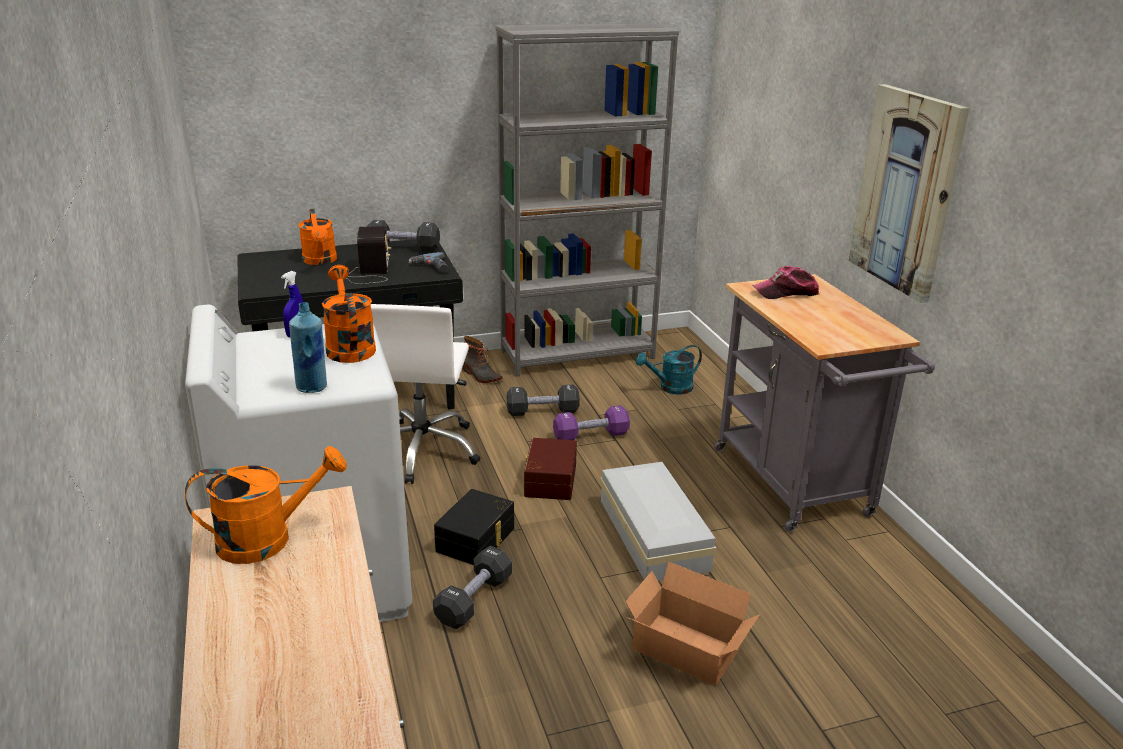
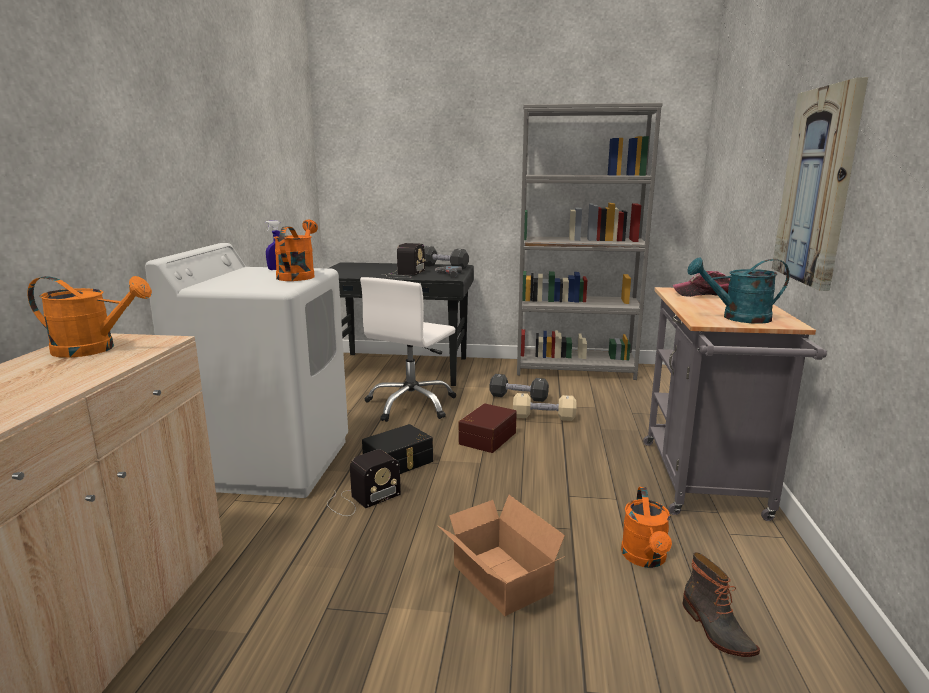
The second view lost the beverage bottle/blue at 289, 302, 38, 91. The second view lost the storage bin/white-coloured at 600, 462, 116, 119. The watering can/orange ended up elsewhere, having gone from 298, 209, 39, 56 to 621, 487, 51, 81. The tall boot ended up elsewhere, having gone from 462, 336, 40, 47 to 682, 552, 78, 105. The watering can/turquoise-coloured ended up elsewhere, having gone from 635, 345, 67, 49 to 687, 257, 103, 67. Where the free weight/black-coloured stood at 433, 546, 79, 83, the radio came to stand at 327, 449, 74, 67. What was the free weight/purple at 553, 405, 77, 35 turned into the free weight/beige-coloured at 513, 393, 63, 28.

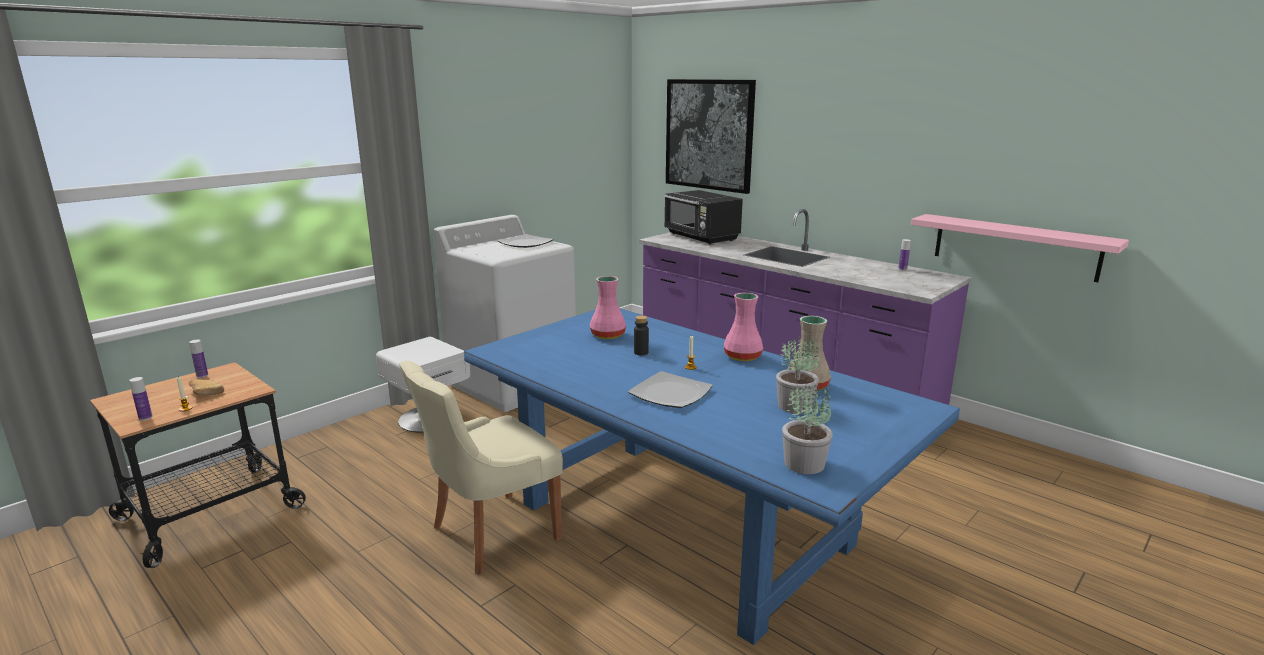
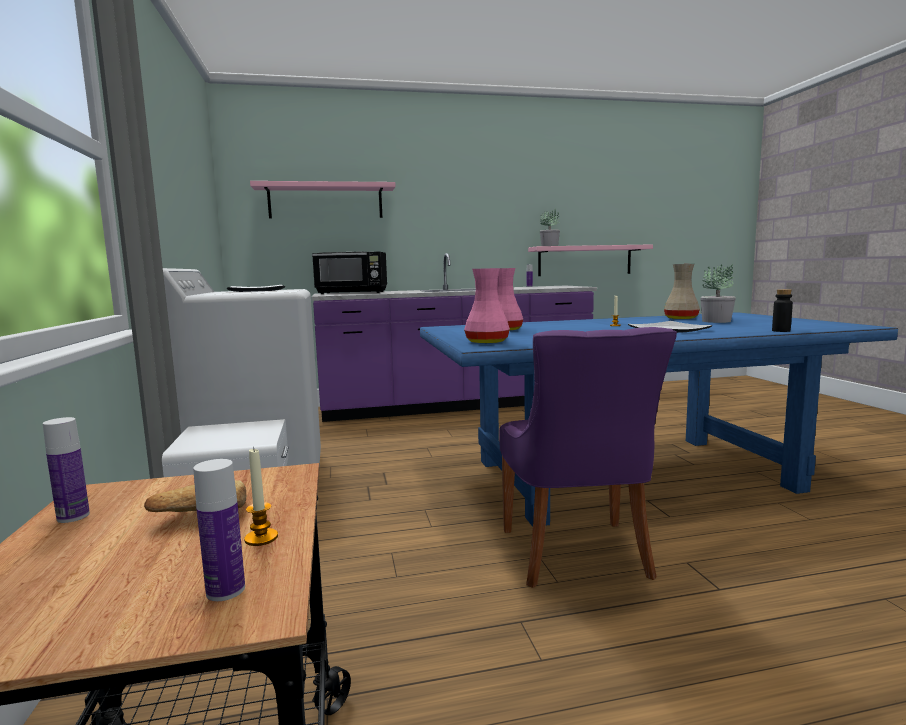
The beverage bottle/black-coloured ended up elsewhere, having gone from 634, 316, 15, 39 to 772, 289, 21, 43. The vase/pink ended up elsewhere, having gone from 724, 293, 39, 68 to 464, 268, 46, 76. The plant in a pot ended up elsewhere, having gone from 782, 385, 51, 89 to 540, 208, 20, 38. Where the picture hung at 666, 79, 90, 115, the wall shelf/pink came to hang at 250, 181, 146, 37. What was the plain chair/beige-coloured at 399, 361, 164, 213 turned into the plain chair/purple at 499, 327, 178, 261.

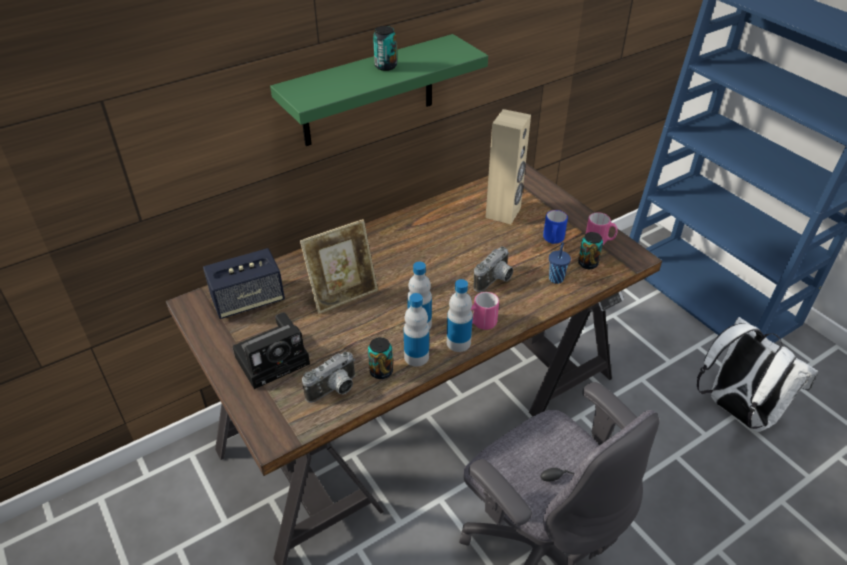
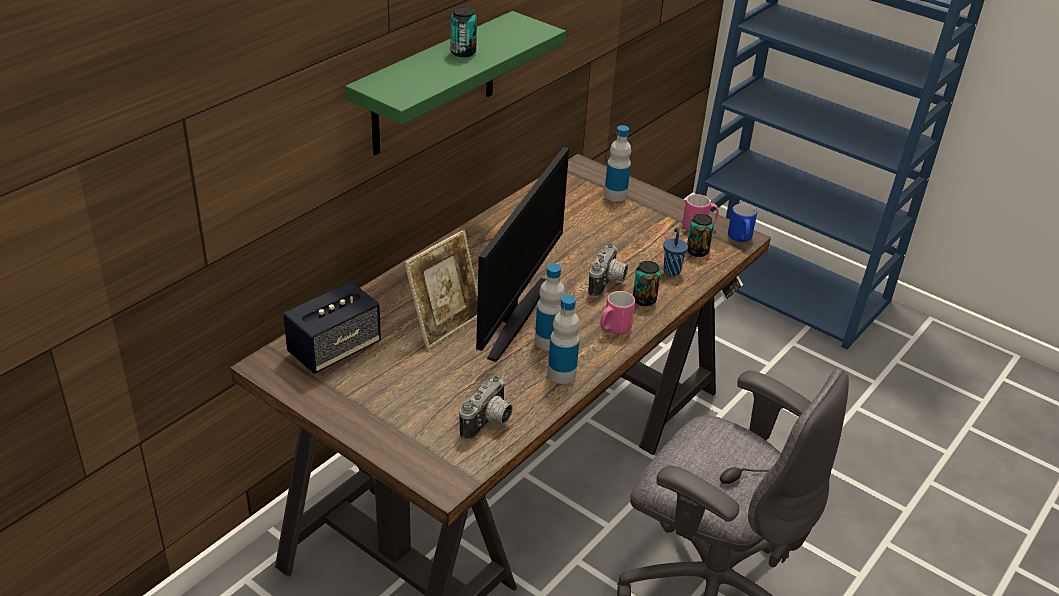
The second view lost the photo camera at 232, 312, 78, 77. The second view lost the audio speaker/beige-coloured at 486, 109, 45, 115. The second view lost the rucksack/white-coloured at 697, 317, 121, 115. The second view gained the computer display at 476, 147, 93, 215. The metal can ended up elsewhere, having gone from 368, 337, 25, 42 to 633, 261, 28, 45. The beverage bottle ended up elsewhere, having gone from 447, 279, 26, 73 to 604, 125, 27, 77. The tea mug/blue ended up elsewhere, having gone from 543, 210, 25, 34 to 728, 203, 29, 39.

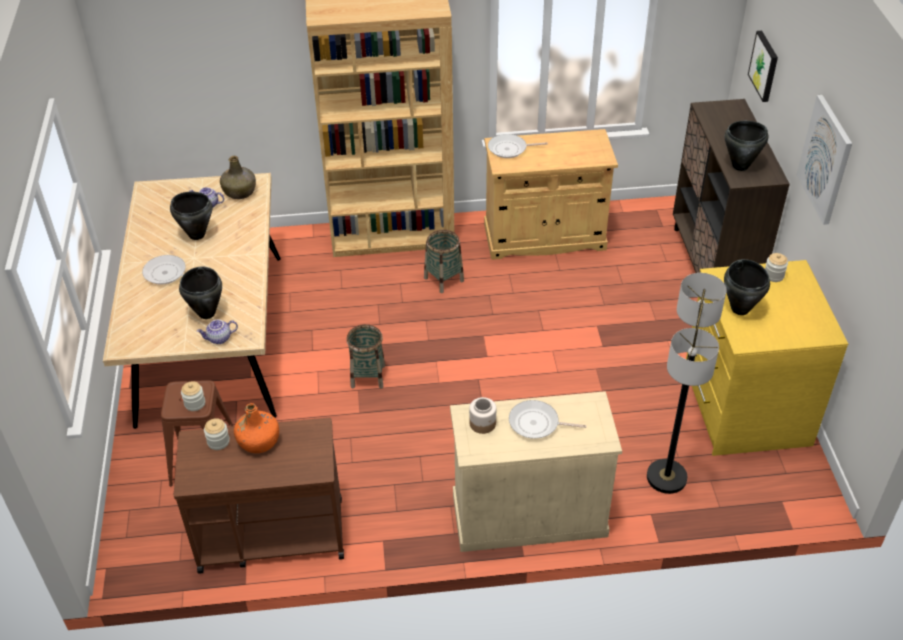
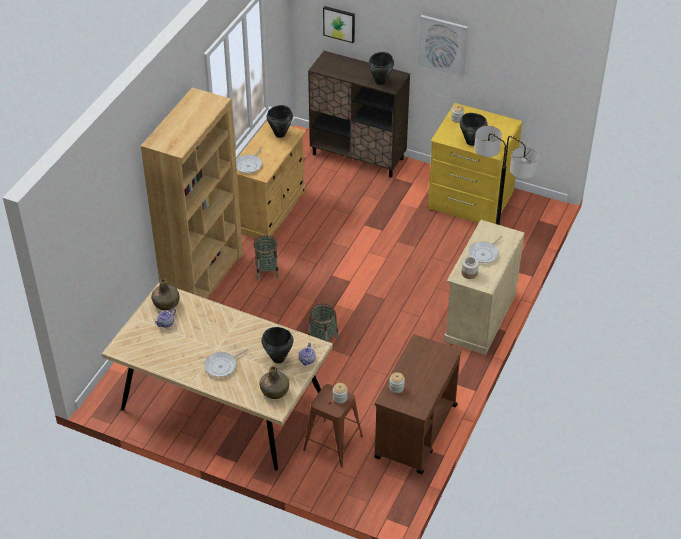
The second view lost the beverage bottle/orange at 234, 403, 45, 50. The second view gained the beverage bottle/green-coloured at 259, 366, 30, 33. The saucepot/black-coloured ended up elsewhere, having gone from 170, 192, 42, 48 to 267, 105, 26, 33.

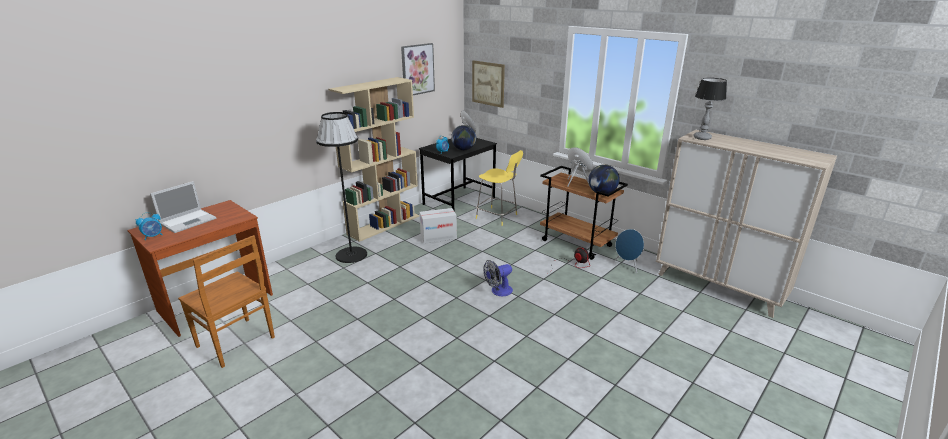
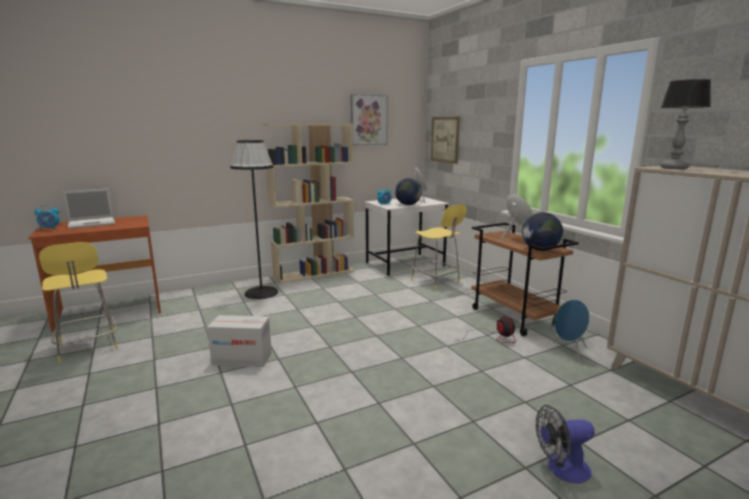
The packing box ended up elsewhere, having gone from 419, 208, 38, 35 to 207, 315, 65, 52. The cooling fan ended up elsewhere, having gone from 483, 260, 30, 36 to 536, 405, 59, 78. Where the plain chair/brown-coloured stood at 178, 235, 97, 133, the stool seat/yellow came to stand at 39, 242, 79, 121. What was the desk table/black-coloured at 419, 138, 78, 72 turned into the desk table/white-coloured at 364, 196, 85, 80.

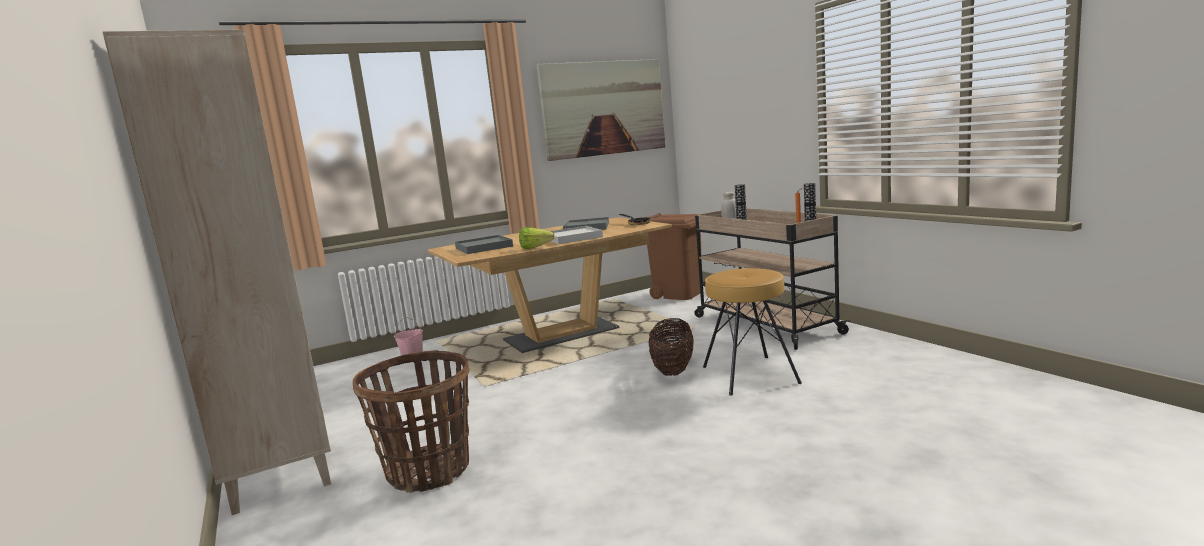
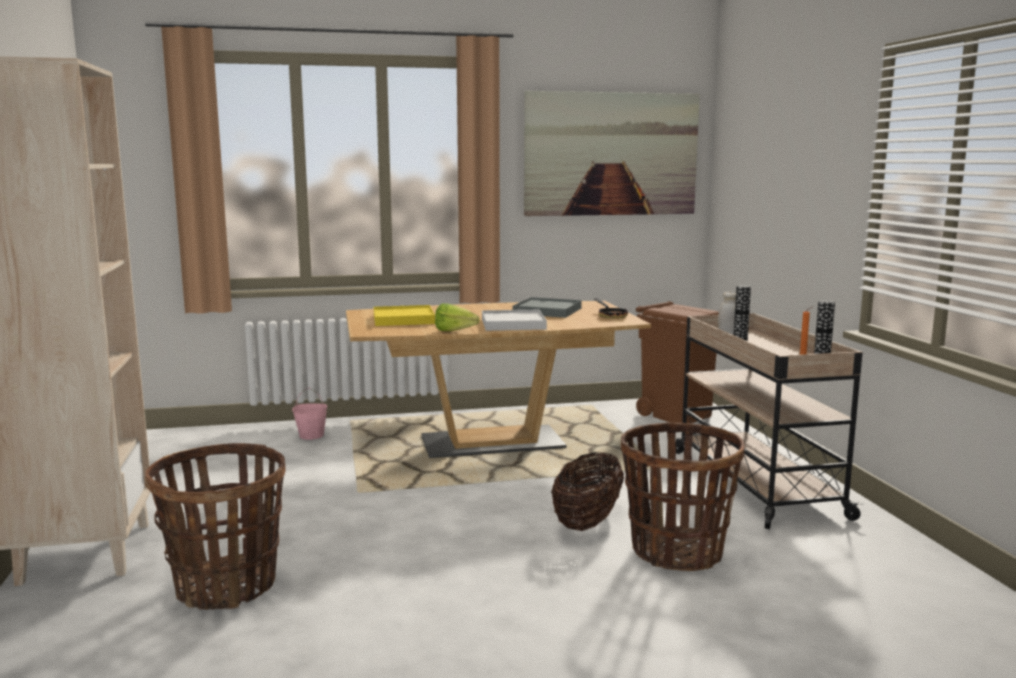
Where the stool seat/brown-coloured stood at 703, 268, 99, 128, the storage basket came to stand at 621, 422, 124, 149. What was the serving tray/gray at 455, 235, 58, 19 turned into the serving tray/yellow at 374, 305, 61, 21.

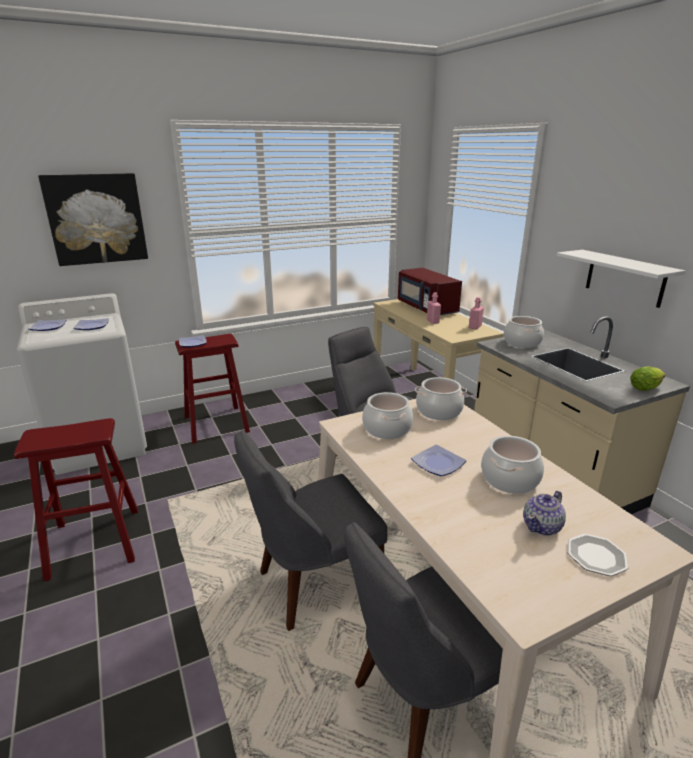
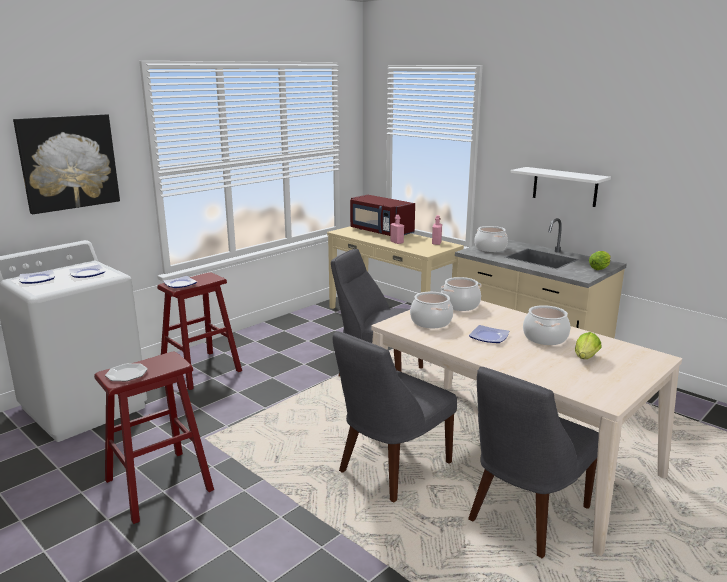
The plate ended up elsewhere, having gone from 568, 534, 60, 42 to 105, 363, 43, 18. Where the tea pot stood at 523, 491, 43, 45, the lettuce came to stand at 575, 332, 27, 27.

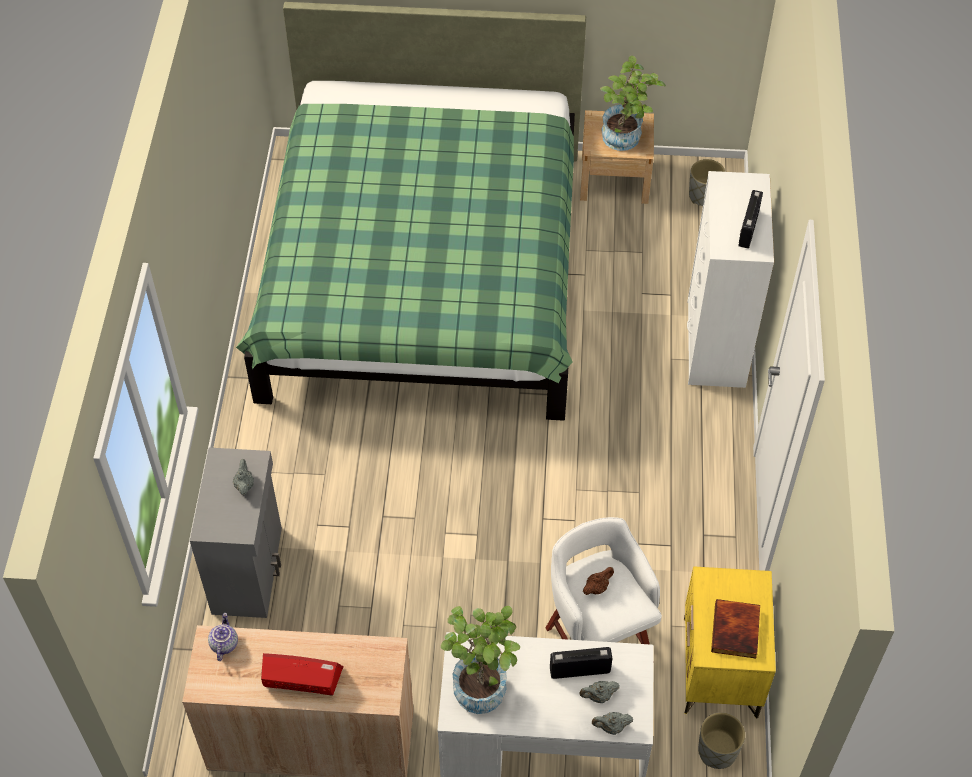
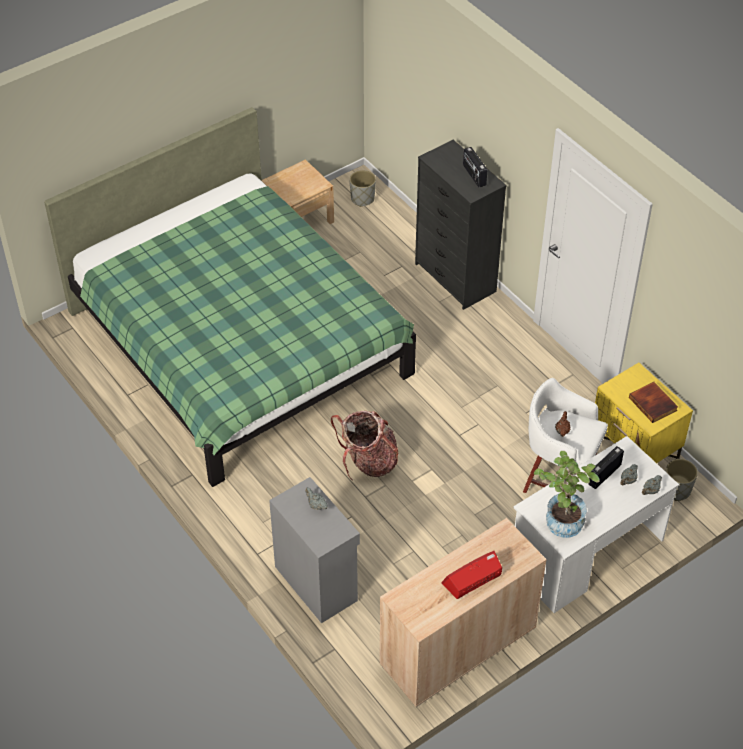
The second view lost the tea pot at 208, 613, 30, 48. The second view lost the plant in a pot at 600, 56, 66, 95. The second view gained the rucksack at 331, 411, 68, 70. What was the drawer chest/white-coloured at 687, 171, 87, 217 turned into the drawer chest/black-coloured at 415, 140, 92, 170.

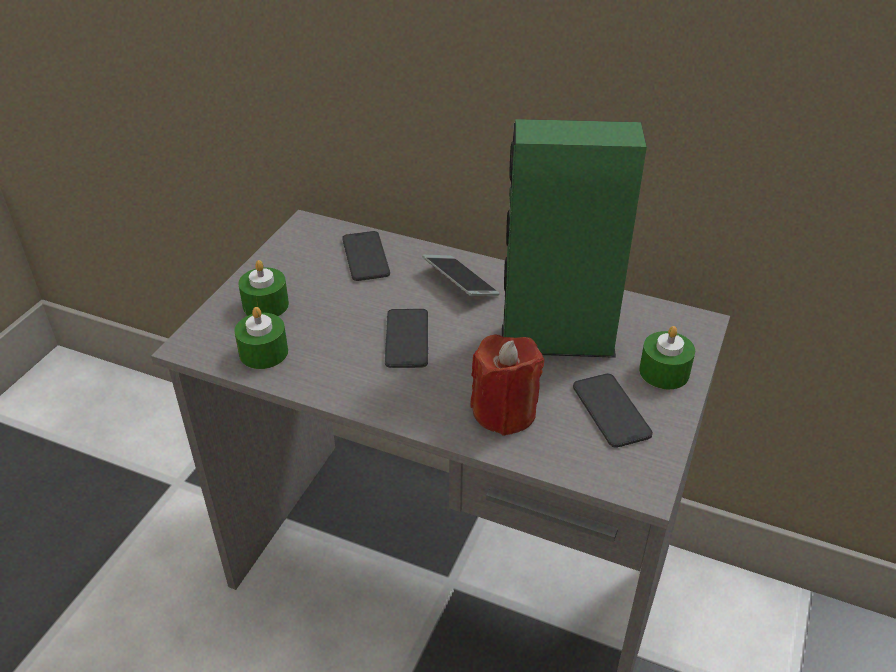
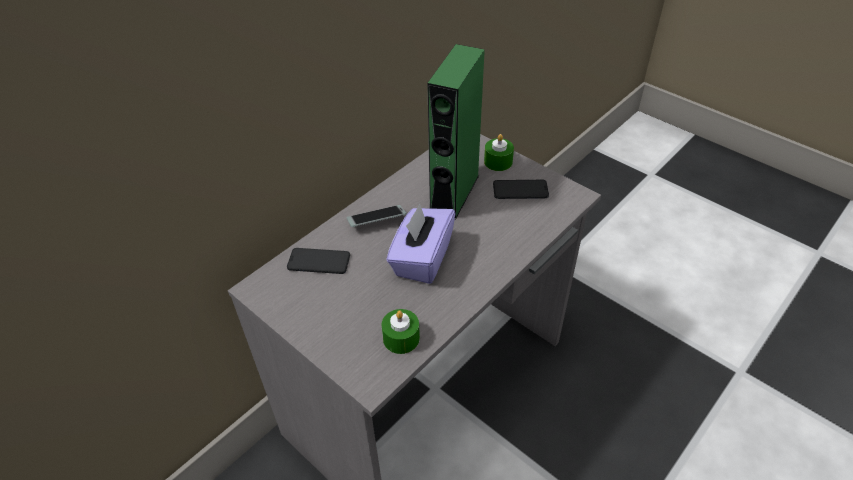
The second view lost the wax light/green-coloured at 238, 260, 51, 56. The second view lost the wax light/red-coloured at 470, 334, 74, 102. Where the handset stood at 385, 309, 43, 59, the tissue holder/purple came to stand at 386, 203, 69, 81.

